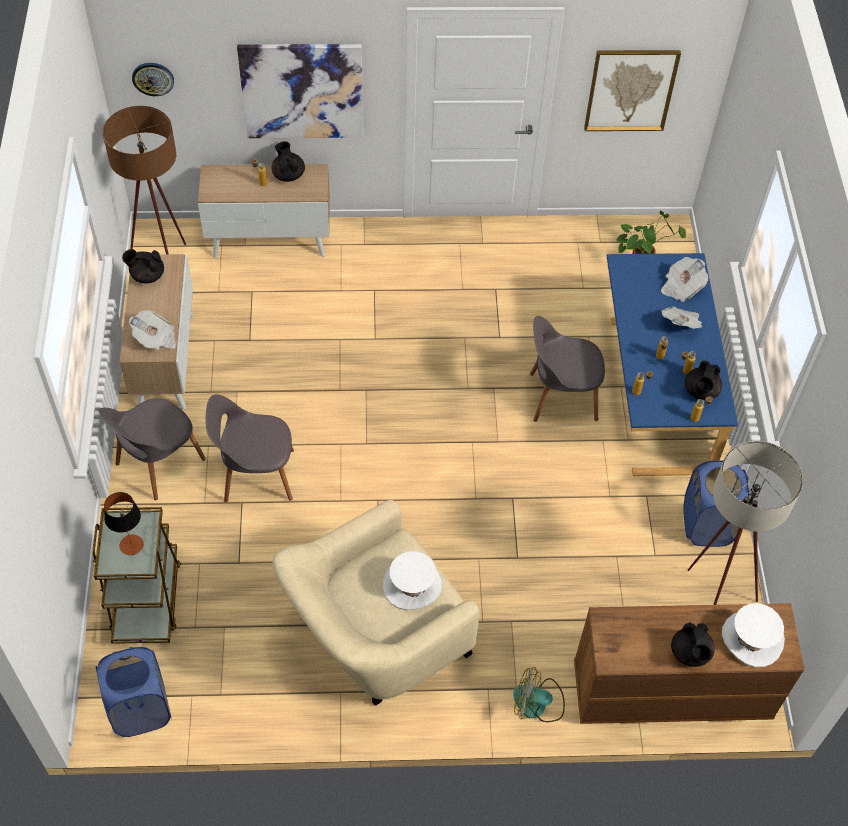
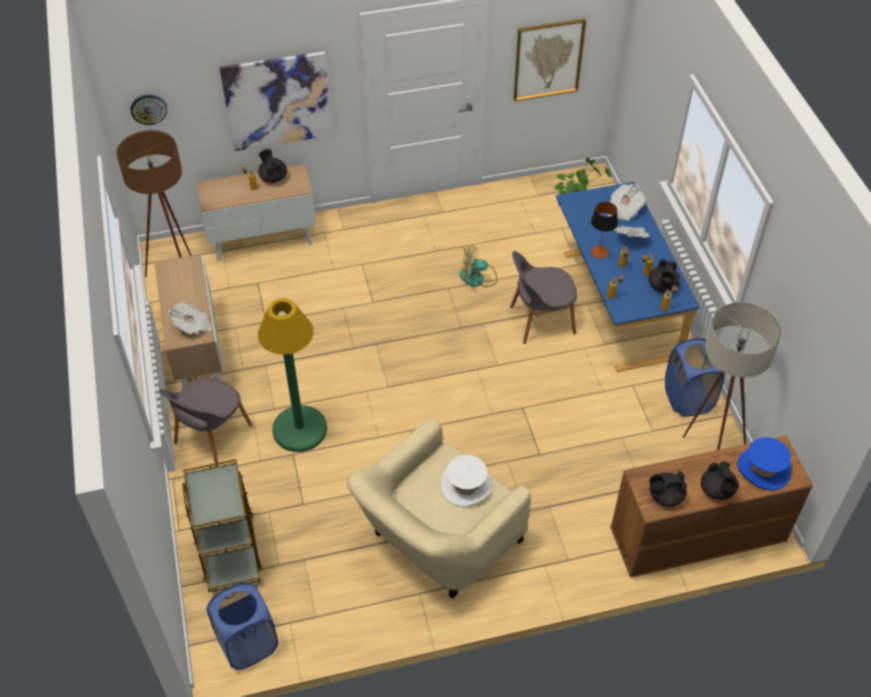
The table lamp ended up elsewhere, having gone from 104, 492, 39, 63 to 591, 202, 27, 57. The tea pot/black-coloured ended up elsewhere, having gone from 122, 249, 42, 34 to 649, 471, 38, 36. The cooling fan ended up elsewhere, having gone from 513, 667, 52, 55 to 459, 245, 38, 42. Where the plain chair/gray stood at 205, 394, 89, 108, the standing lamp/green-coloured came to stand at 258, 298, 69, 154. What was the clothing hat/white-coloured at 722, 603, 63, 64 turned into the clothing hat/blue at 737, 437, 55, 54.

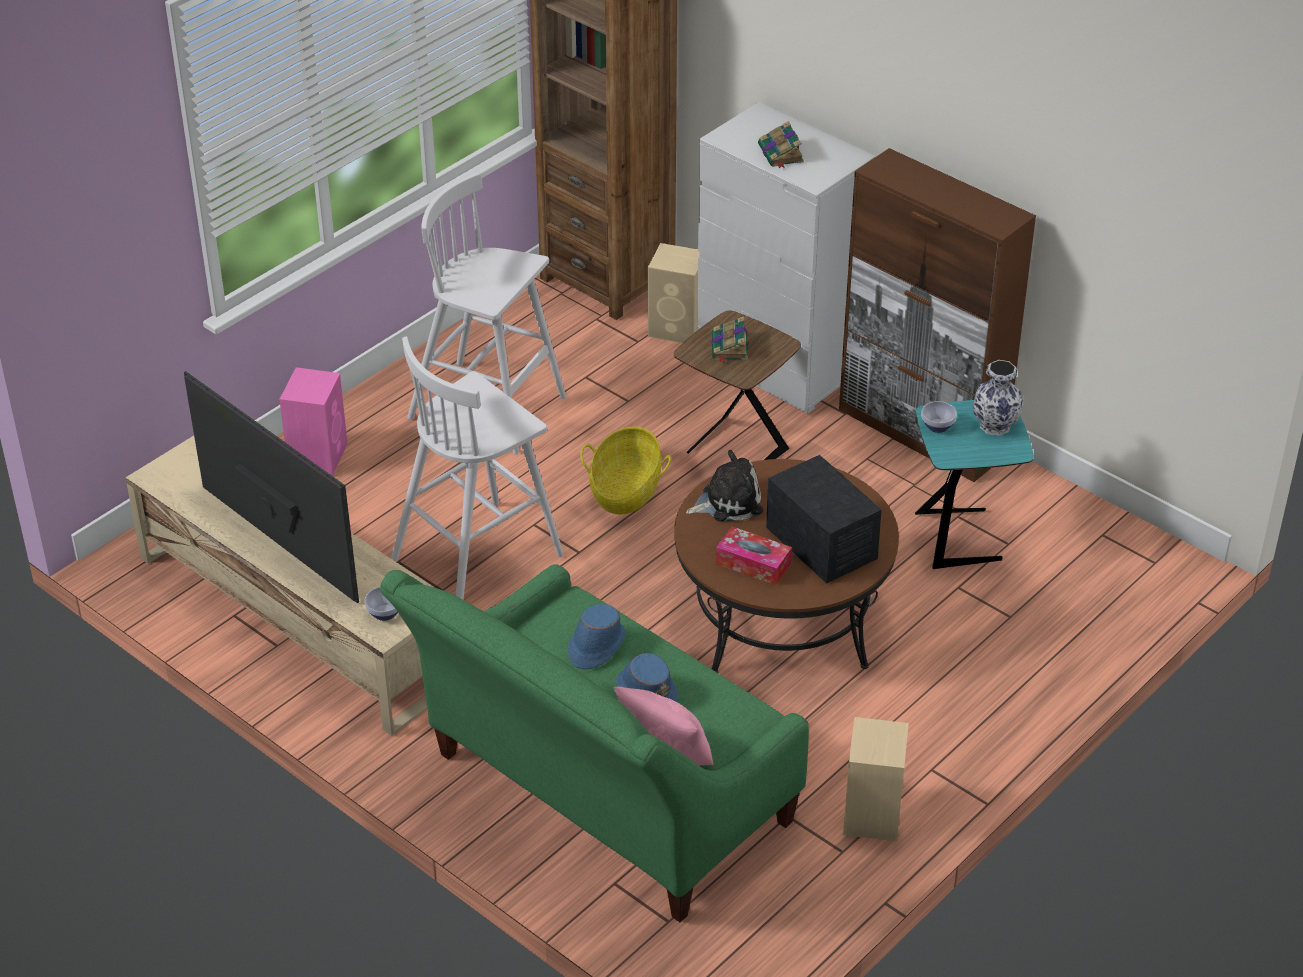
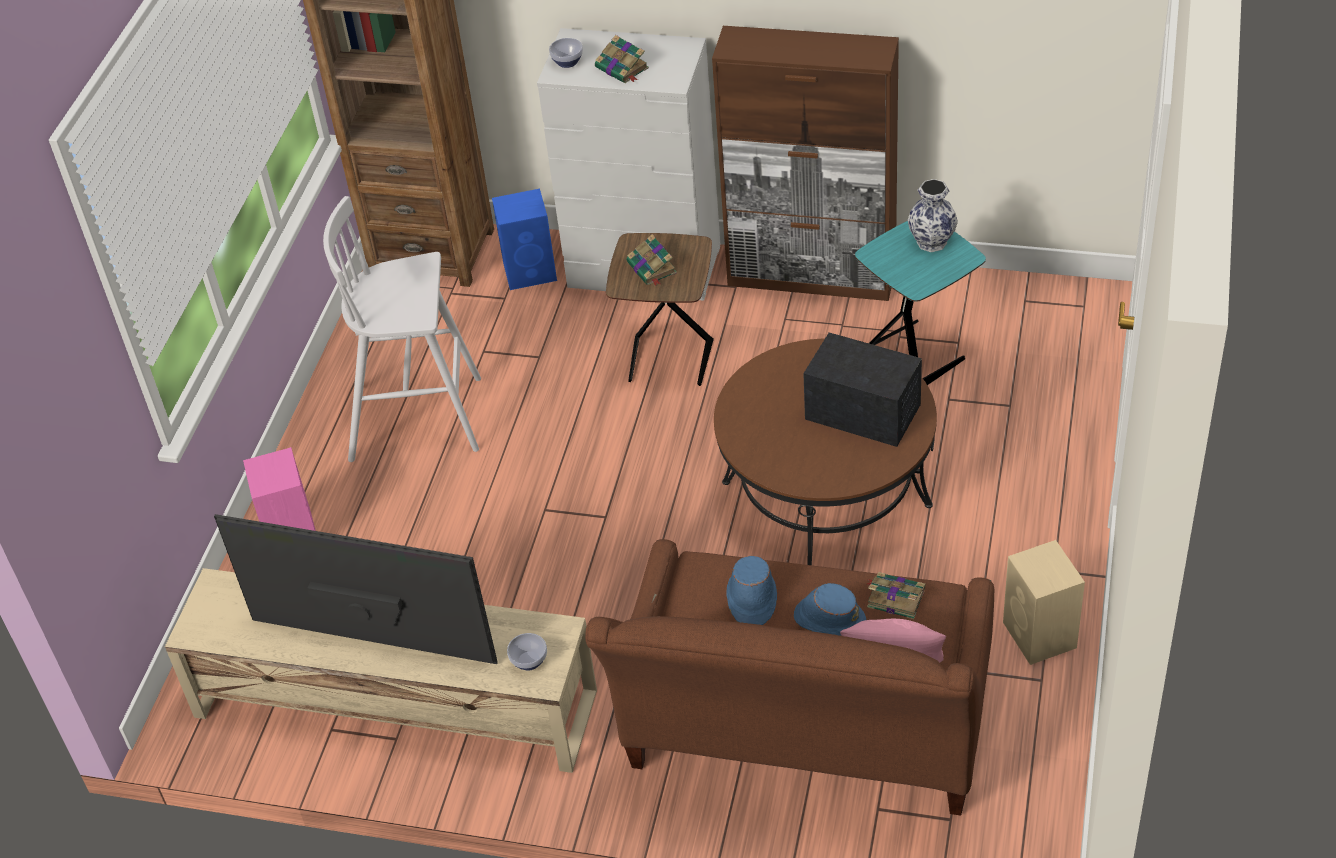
The second view lost the stool seat/white-coloured at 391, 336, 173, 263. The second view lost the storage basket at 580, 427, 91, 87. The second view lost the soft toy at 686, 450, 77, 71. The second view lost the tissue holder at 716, 526, 76, 59. The second view gained the book at 867, 572, 58, 47. The bowl ended up elsewhere, having gone from 921, 401, 36, 32 to 549, 38, 34, 30. What was the sofa/green-coloured at 380, 564, 429, 358 turned into the sofa/brown-coloured at 585, 539, 409, 277. What was the audio speaker/beige-coloured at 648, 243, 52, 100 turned into the audio speaker/blue at 492, 189, 65, 101.

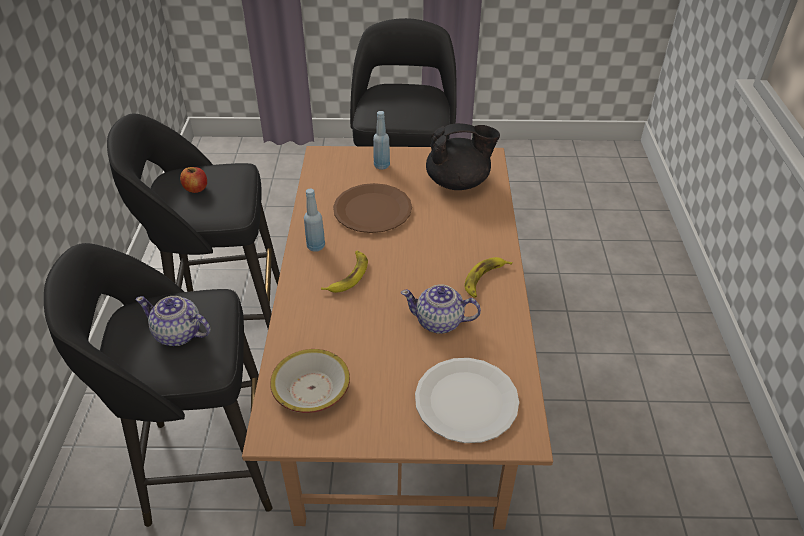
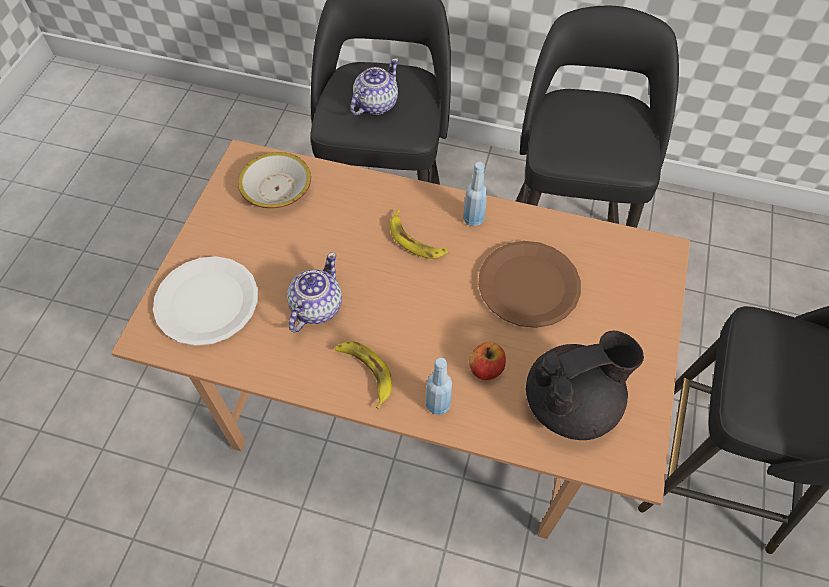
The apple fruit ended up elsewhere, having gone from 180, 167, 27, 26 to 469, 342, 37, 38. The beverage bottle/blue ended up elsewhere, having gone from 373, 111, 17, 59 to 426, 357, 26, 58. The tea pot/black-coloured at 426, 123, 74, 67 ended up facing another way, 120 degrees counterclockwise from before.

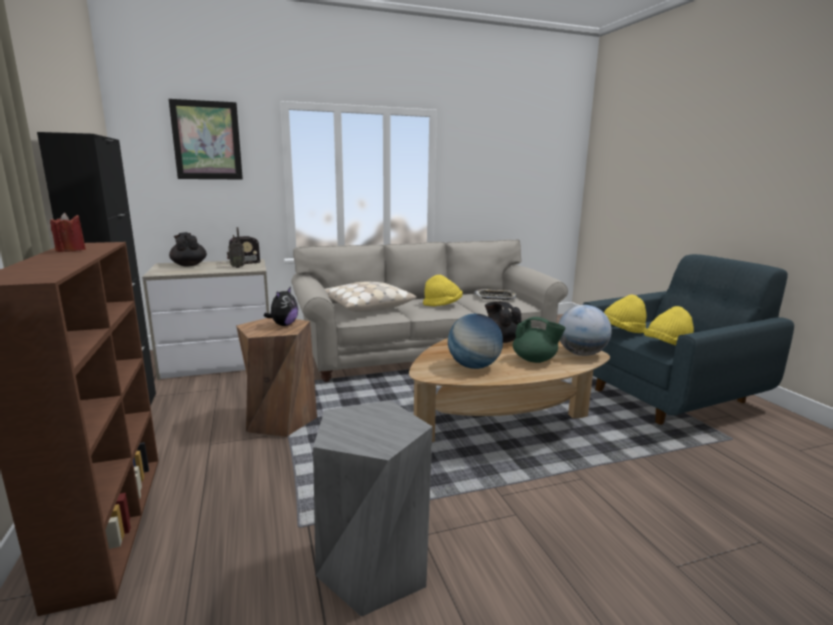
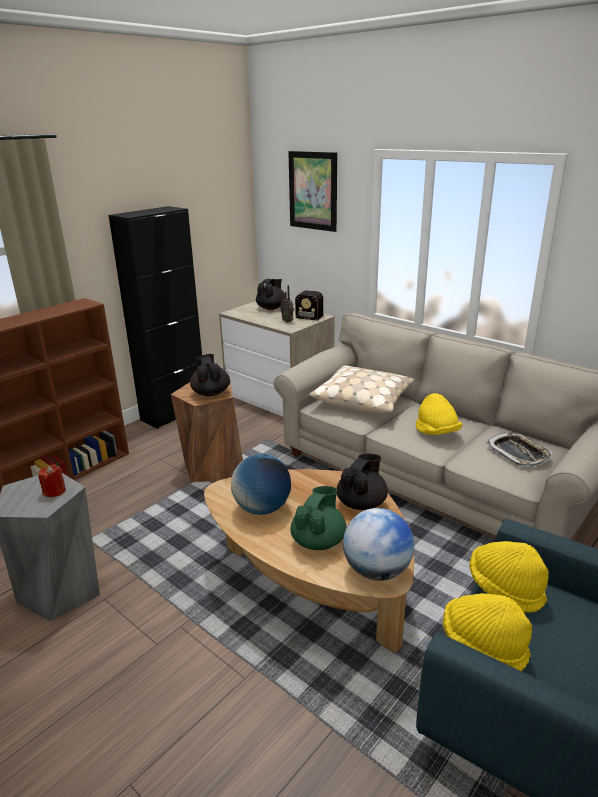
The wax light/red-coloured ended up elsewhere, having gone from 50, 213, 36, 39 to 39, 464, 27, 33. Where the soft toy stood at 264, 287, 34, 39, the tea pot/black-coloured came to stand at 190, 354, 40, 42. The tea pot/green-coloured at 513, 317, 53, 46 ended up facing another way, 150 degrees counterclockwise from before.

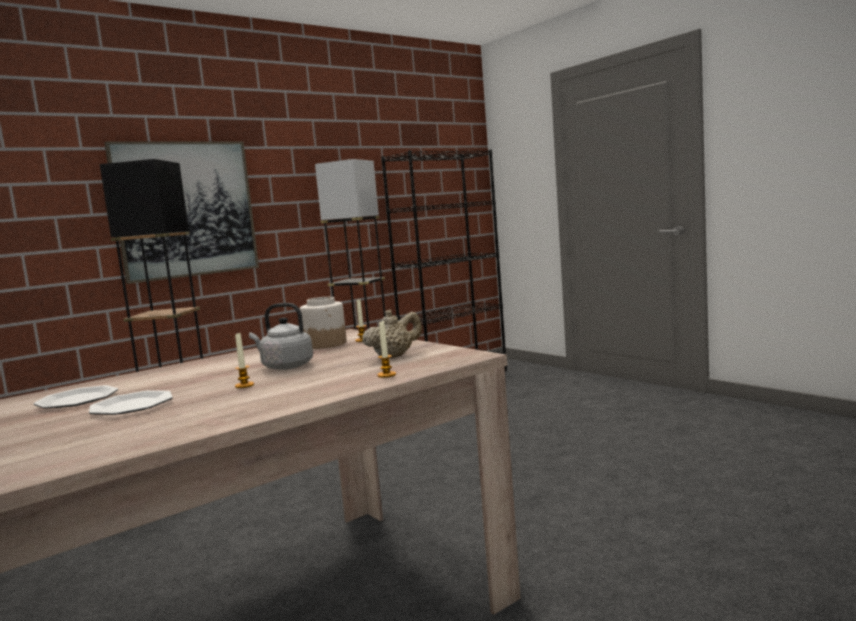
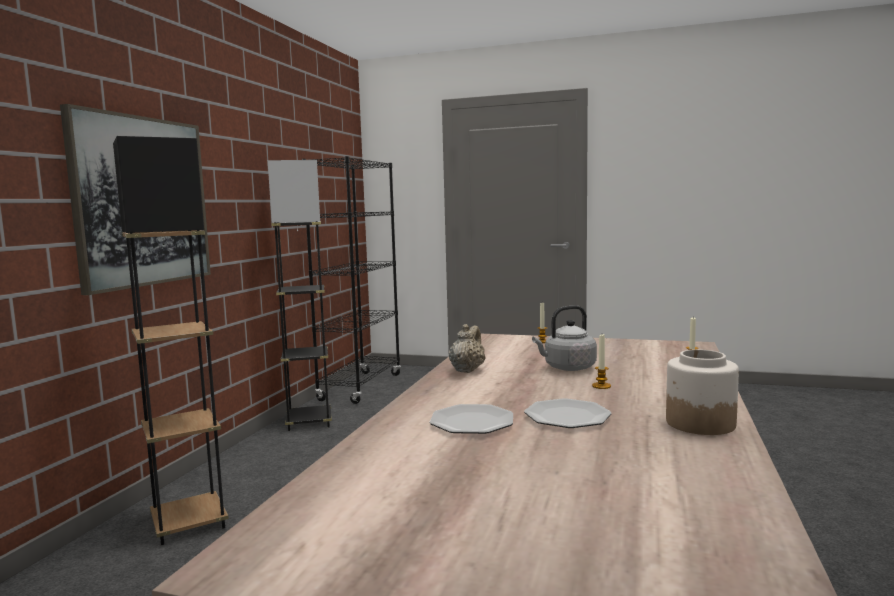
The preserve jar ended up elsewhere, having gone from 300, 297, 46, 52 to 666, 349, 73, 86. The tea pot/beige-coloured ended up elsewhere, having gone from 362, 310, 60, 49 to 449, 324, 37, 49.

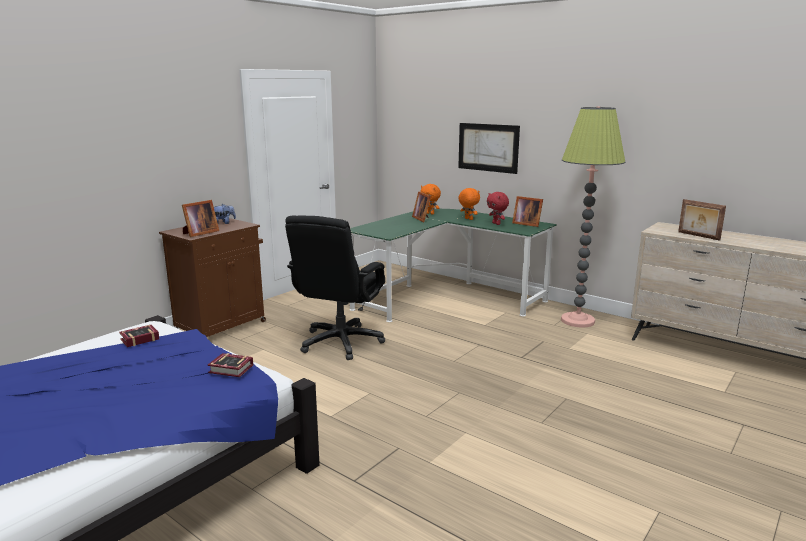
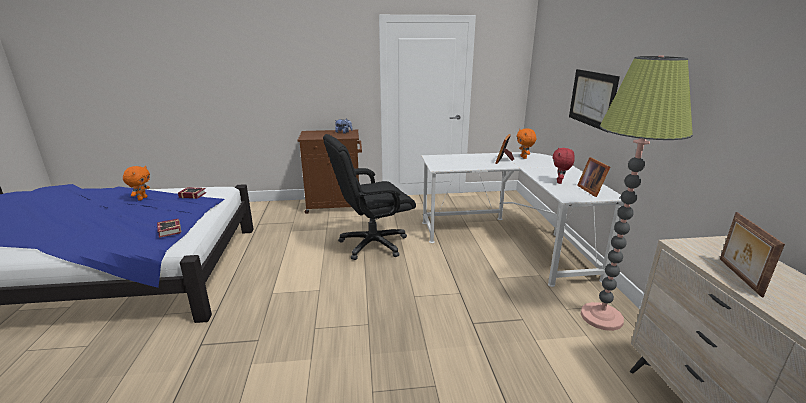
The second view lost the photo frame at 182, 200, 37, 37. The soft toy/orange ended up elsewhere, having gone from 459, 188, 21, 32 to 123, 166, 27, 35. What was the desk table/green-coloured at 350, 209, 207, 113 turned into the desk table/white-coloured at 421, 152, 203, 135.

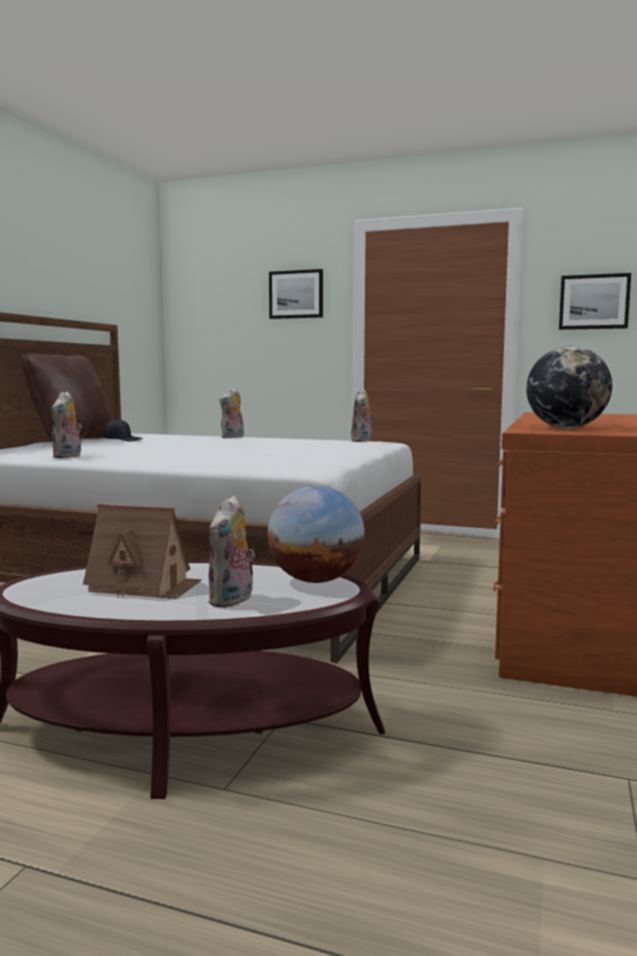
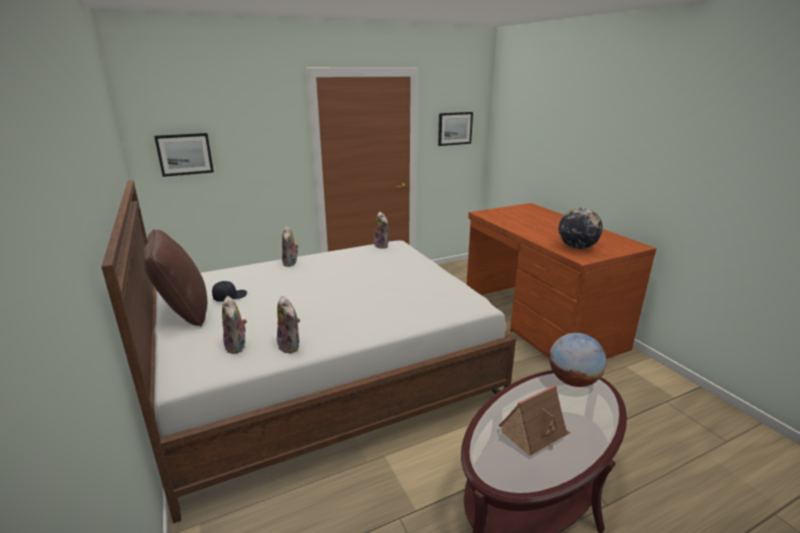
The soft toy ended up elsewhere, having gone from 208, 495, 47, 113 to 222, 296, 25, 58. The picture ended up elsewhere, having gone from 269, 269, 54, 50 to 154, 133, 60, 44.

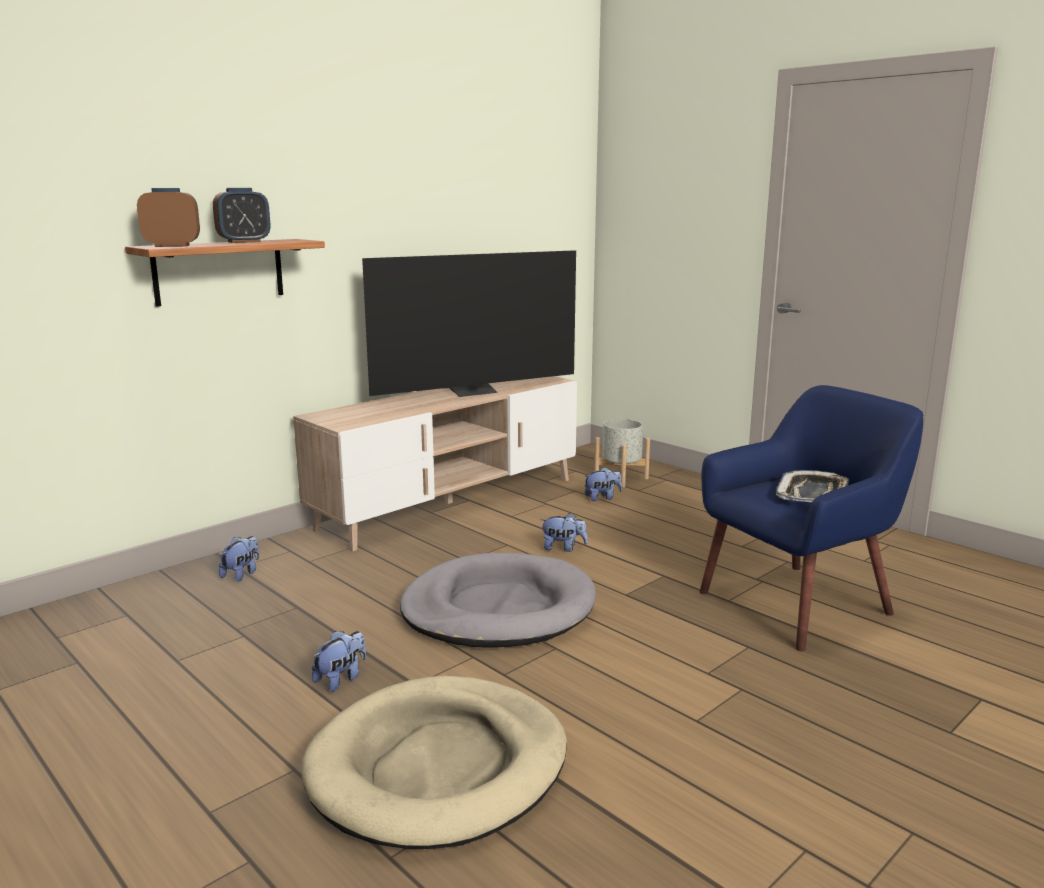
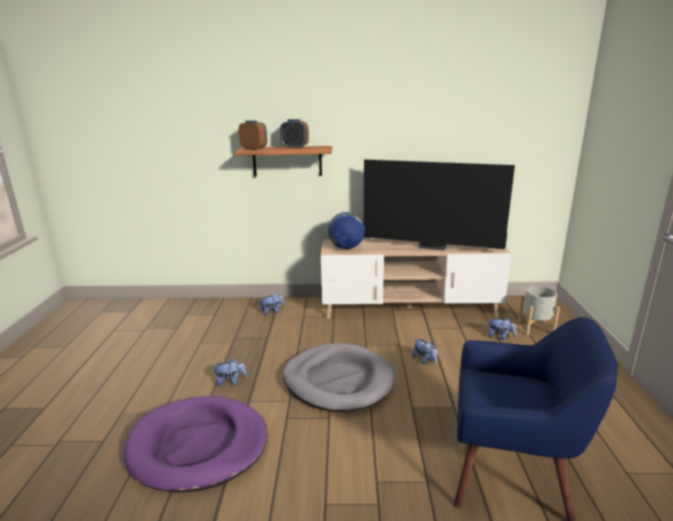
The second view lost the serving tray at 776, 470, 73, 33. The second view gained the world globe at 328, 212, 37, 37. What was the pet bed/beige-coloured at 301, 676, 266, 173 turned into the pet bed/purple at 124, 396, 144, 97.

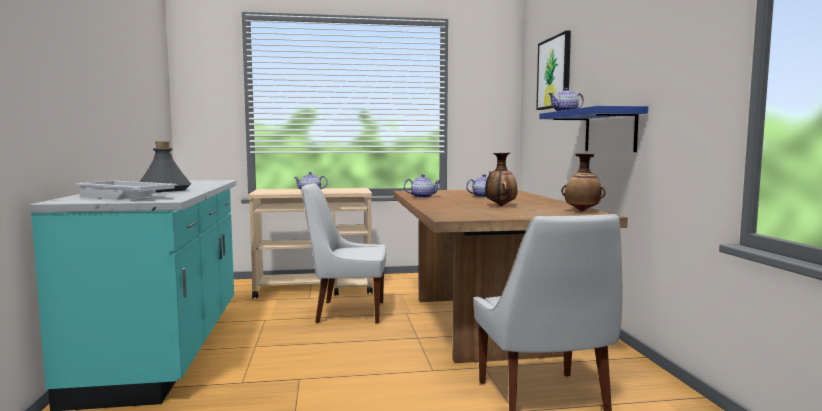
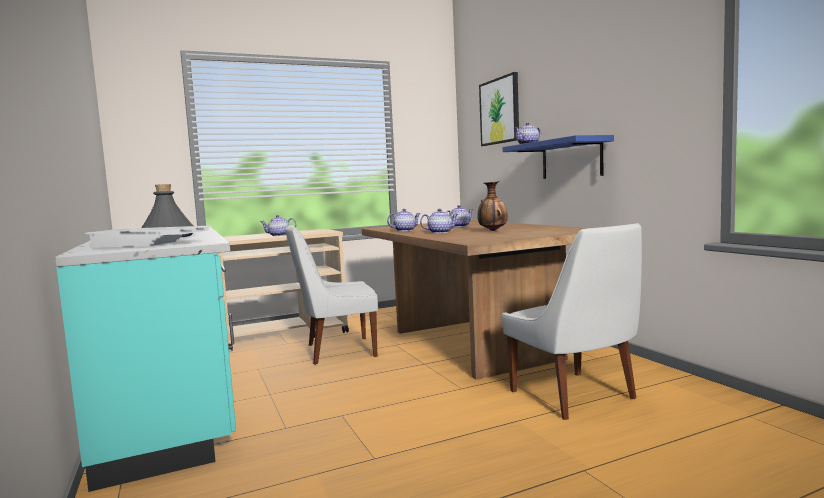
The second view lost the vase at 561, 153, 45, 58. The second view gained the tea pot at 420, 209, 38, 24.

